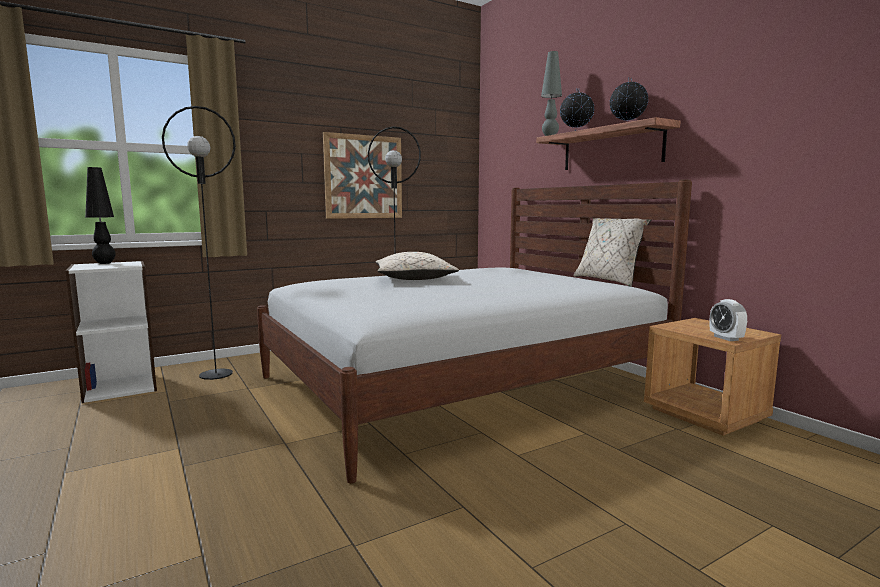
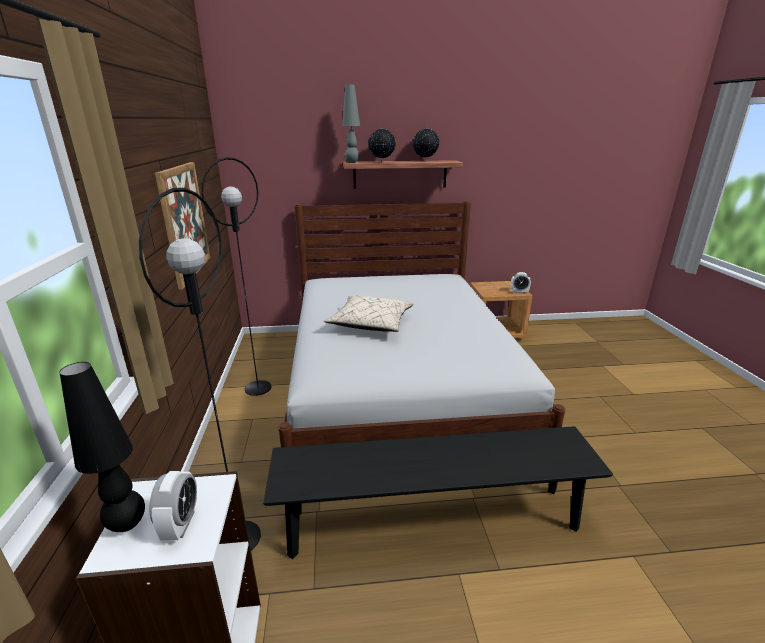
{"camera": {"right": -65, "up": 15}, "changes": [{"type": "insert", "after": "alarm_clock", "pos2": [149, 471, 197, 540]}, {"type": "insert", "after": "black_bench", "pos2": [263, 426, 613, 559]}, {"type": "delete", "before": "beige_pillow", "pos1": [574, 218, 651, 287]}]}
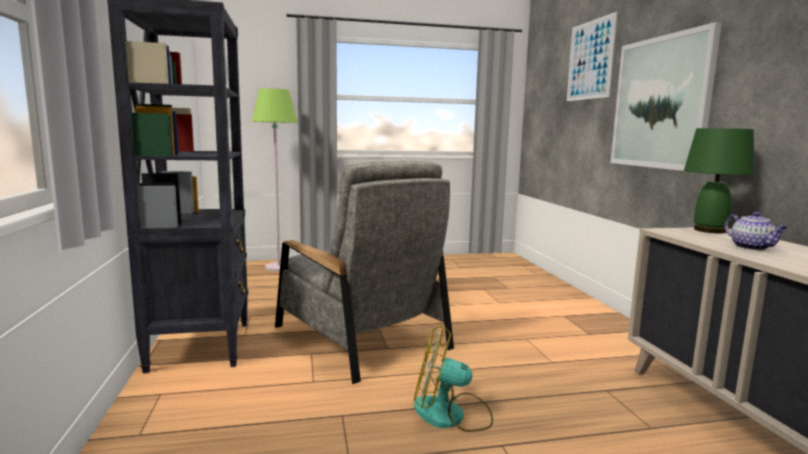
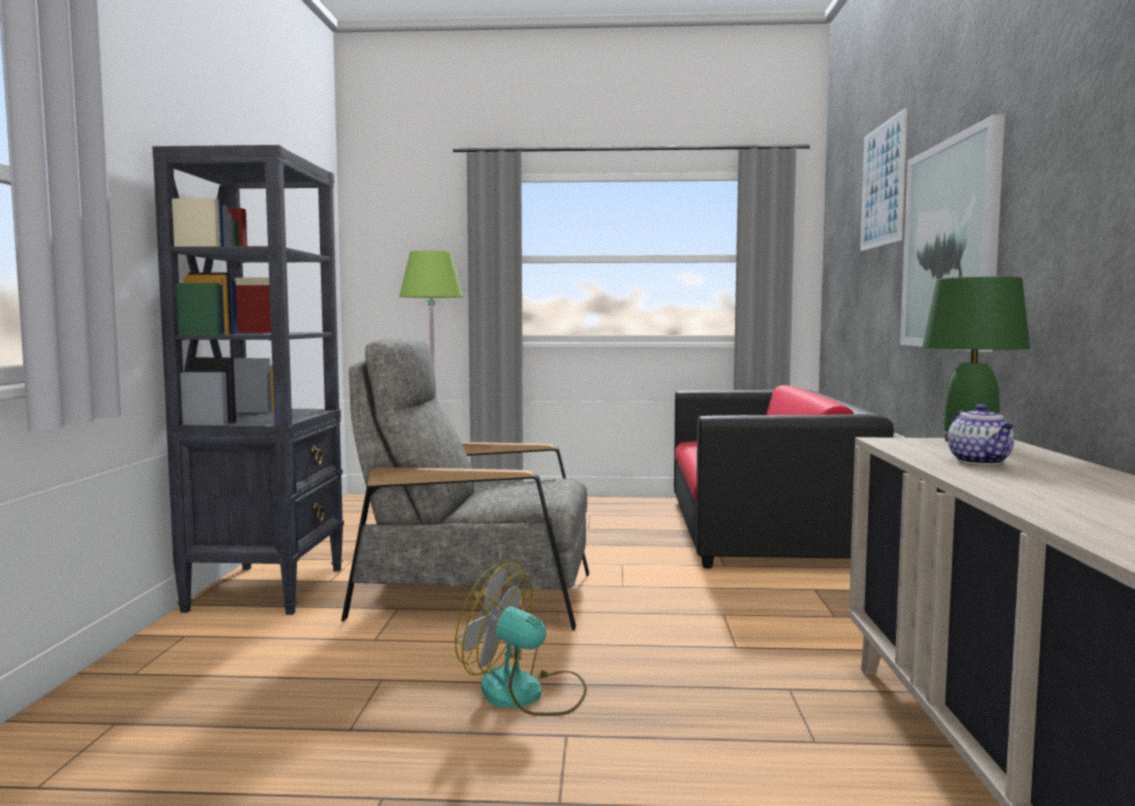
{"camera": {"right": 15, "up": -5}, "changes": [{"type": "rotate", "before": "grey_armchair", "pos1": [275, 161, 454, 384], "pos2": [341, 336, 589, 631], "turn": 120}, {"type": "insert", "after": "sofa", "pos2": [674, 385, 894, 568]}]}
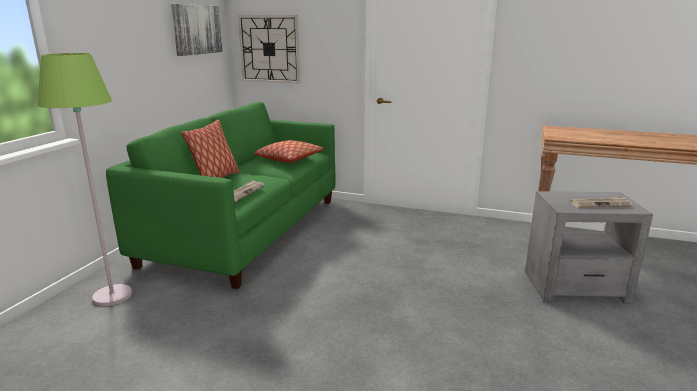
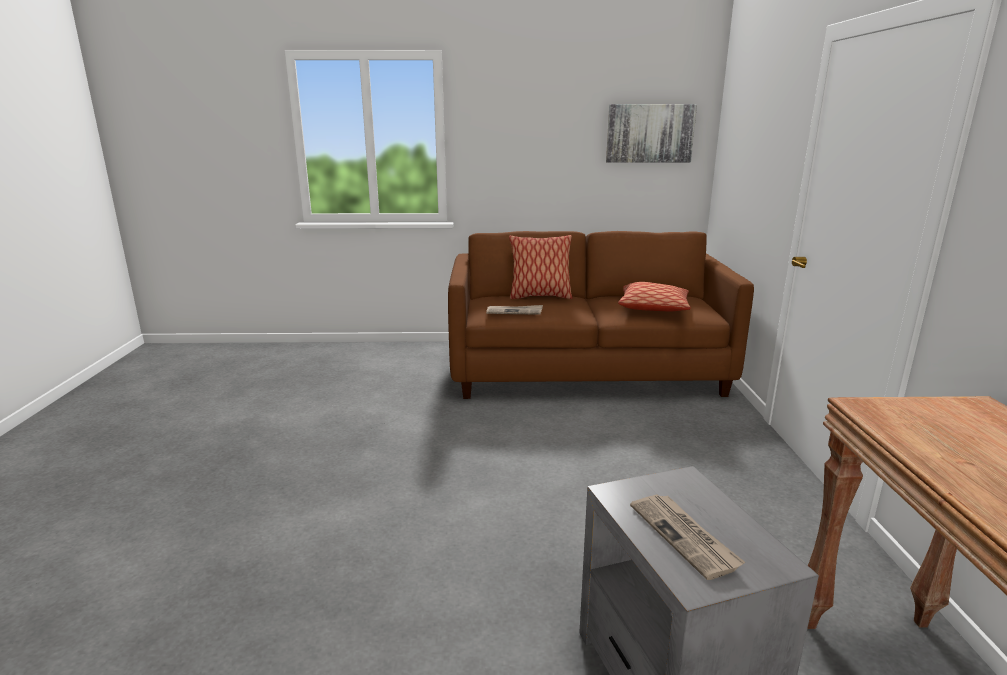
{"camera": {"right": 70, "up": 0}, "changes": [{"type": "recolor", "before": "green_sofa", "after": "brown_sofa", "pos1": [106, 102, 336, 289], "pos2": [448, 231, 754, 399]}, {"type": "delete", "before": "green_floor_lamp", "pos1": [37, 53, 132, 306]}, {"type": "delete", "before": "wall_clock", "pos1": [238, 15, 300, 83]}]}
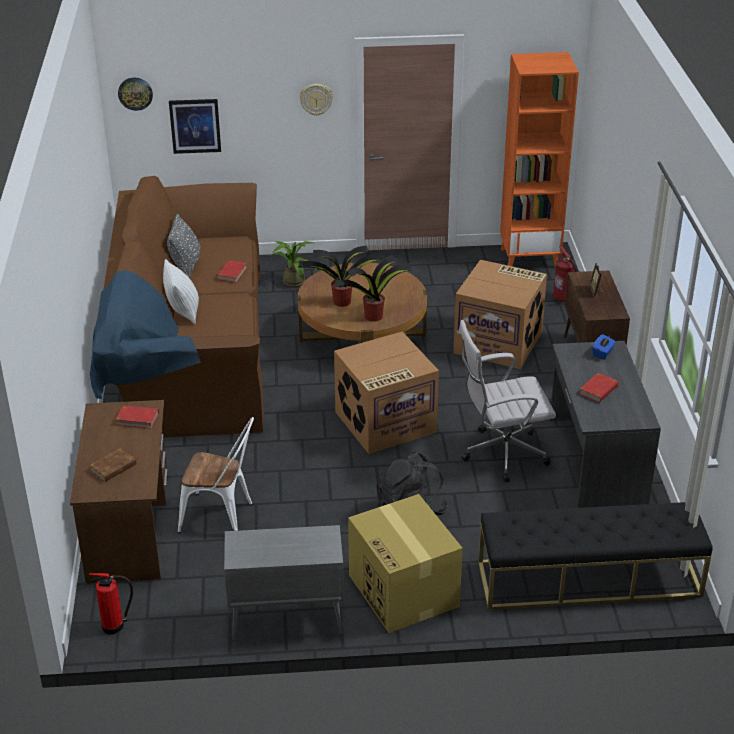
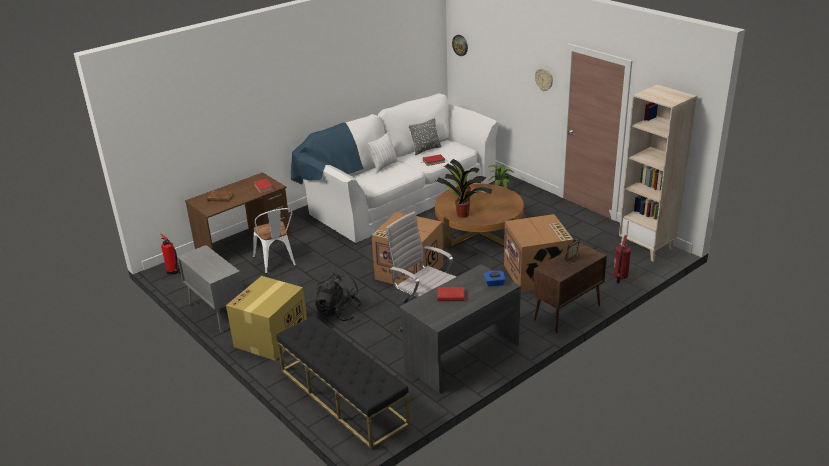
{"camera": {"right": 55, "up": -5}, "changes": [{"type": "recolor", "before": "brown_sofa", "after": "white_sofa", "pos1": [90, 176, 264, 437], "pos2": [291, 93, 499, 243]}, {"type": "recolor", "before": "orange_bookcase", "after": "beige_bookcase", "pos1": [500, 52, 579, 268], "pos2": [619, 85, 697, 262]}, {"type": "delete", "before": "picture", "pos1": [169, 99, 221, 154]}]}
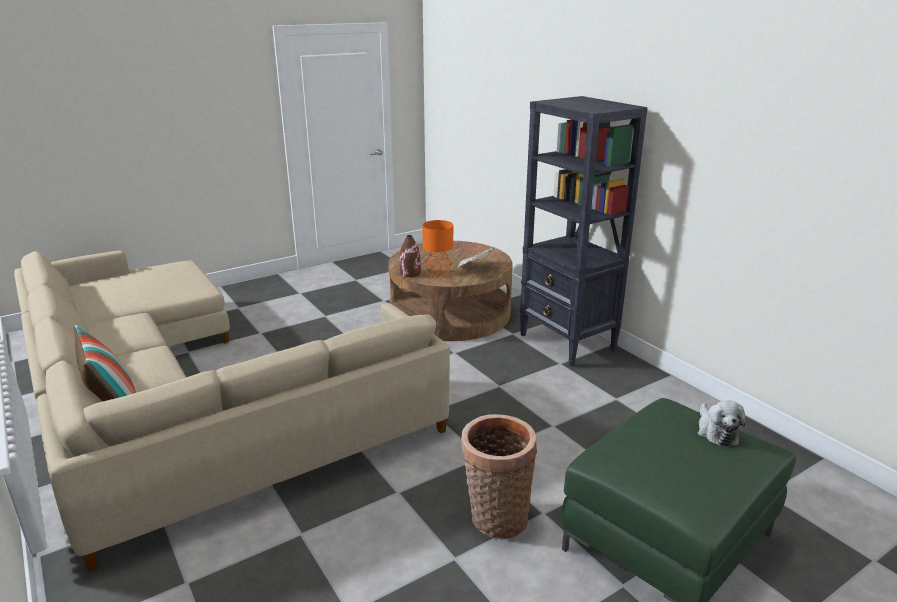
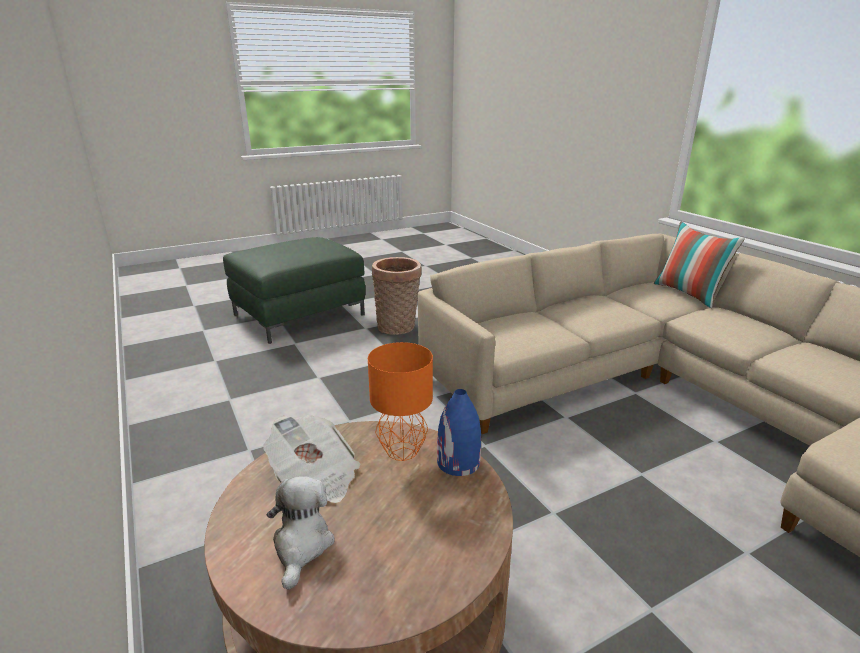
{"camera": {"right": -175, "up": 0}, "changes": [{"type": "move", "before": "plush_toy", "pos1": [698, 400, 746, 446], "pos2": [267, 476, 335, 590]}, {"type": "recolor", "before": "brown_vase", "after": "blue_vase", "pos1": [400, 235, 421, 277], "pos2": [437, 389, 481, 476]}, {"type": "delete", "before": "black_bookcase", "pos1": [520, 96, 648, 367]}]}
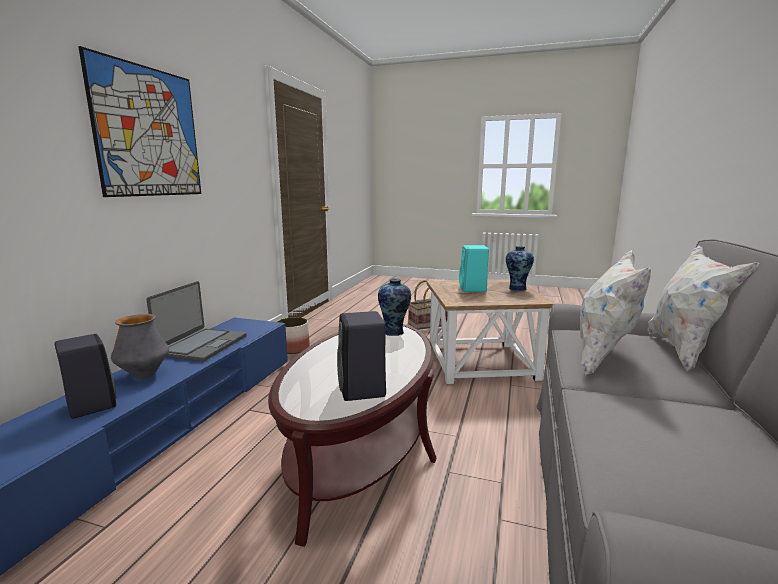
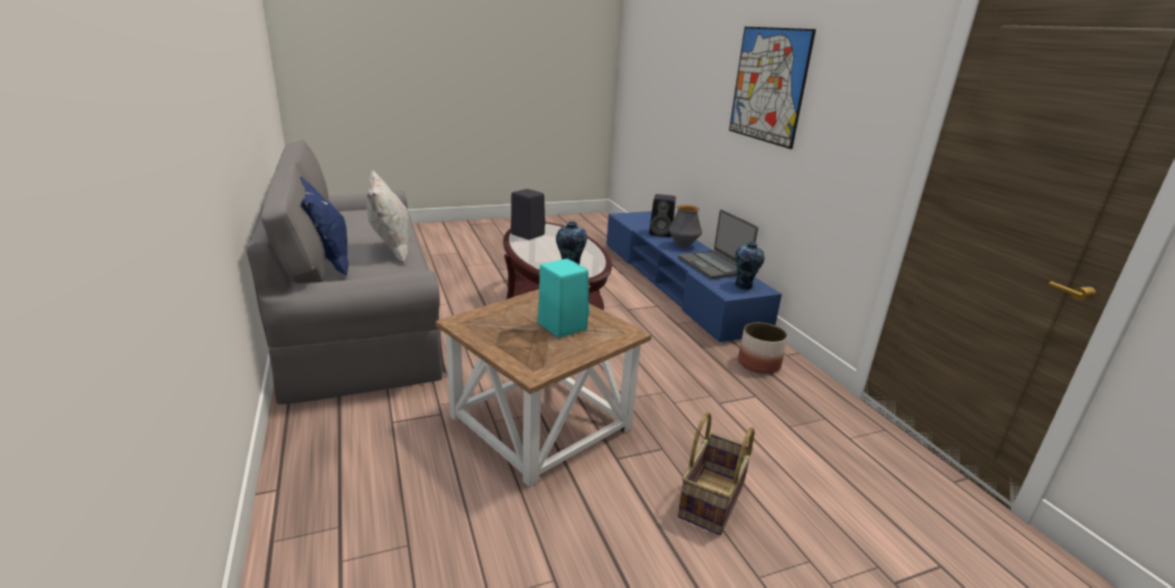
{"camera": {"right": 140, "up": 10}, "changes": [{"type": "recolor", "before": "white_pillow", "after": "blue_pillow", "pos1": [648, 245, 759, 371], "pos2": [300, 177, 349, 276]}, {"type": "move", "before": "vase", "pos1": [506, 246, 534, 291], "pos2": [734, 242, 764, 290]}]}
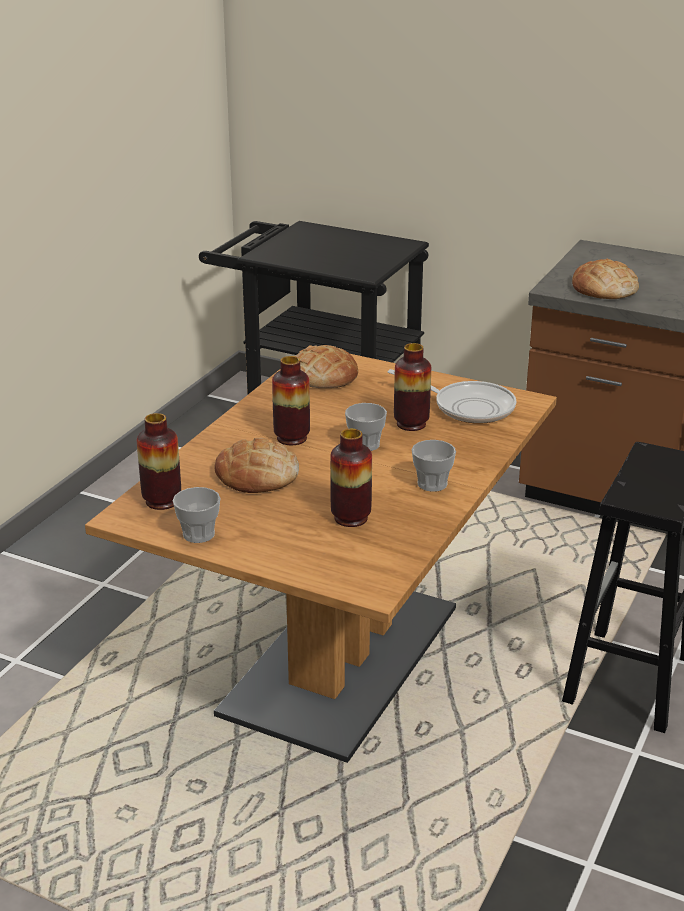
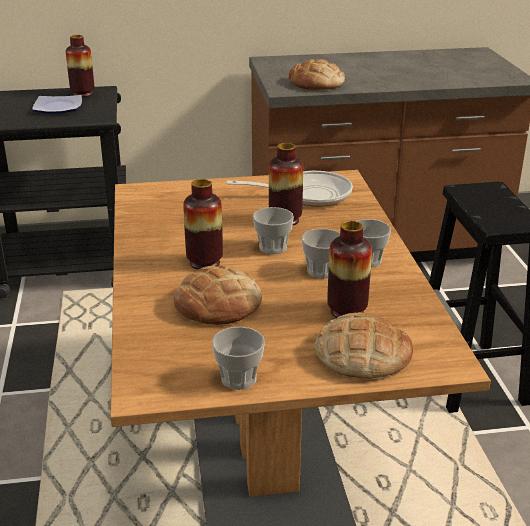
{"camera": {"right": -35, "up": 0}, "changes": [{"type": "insert", "after": "plate", "pos2": [32, 95, 82, 114]}, {"type": "move", "before": "vase", "pos1": [137, 413, 181, 510], "pos2": [66, 35, 95, 97]}, {"type": "insert", "after": "cup", "pos2": [302, 229, 340, 278]}, {"type": "move", "before": "bread", "pos1": [294, 345, 358, 388], "pos2": [315, 312, 413, 378]}]}
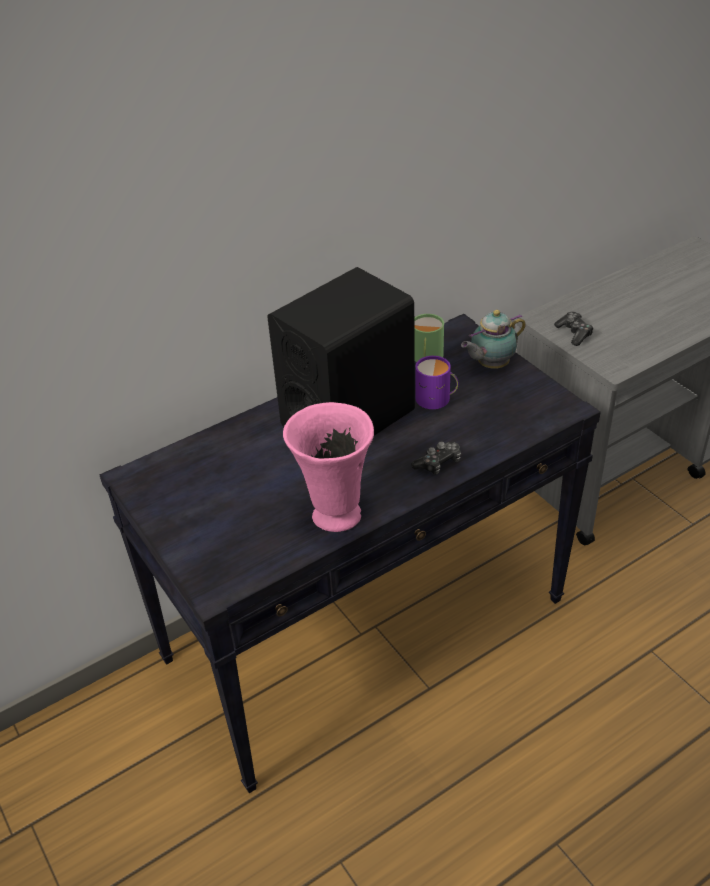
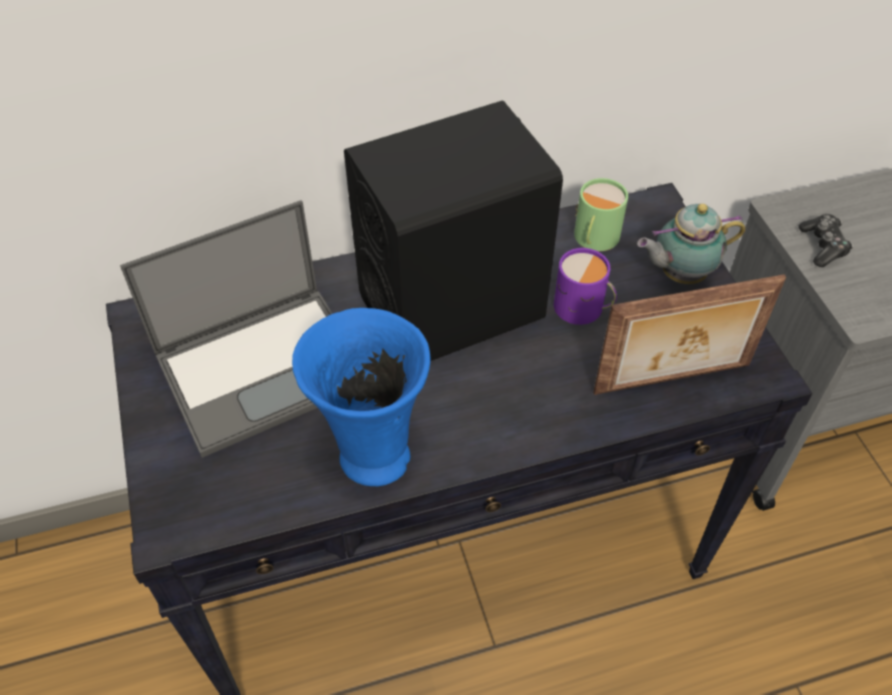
{"camera": {"right": 15, "up": 10}, "changes": [{"type": "insert", "after": "laptop", "pos2": [120, 200, 333, 458]}, {"type": "recolor", "before": "pink_vase", "after": "blue_vase", "pos1": [283, 402, 374, 532], "pos2": [292, 308, 430, 486]}, {"type": "insert", "after": "picture_frame", "pos2": [593, 274, 786, 395]}, {"type": "delete", "before": "game_controller", "pos1": [411, 442, 461, 475]}]}
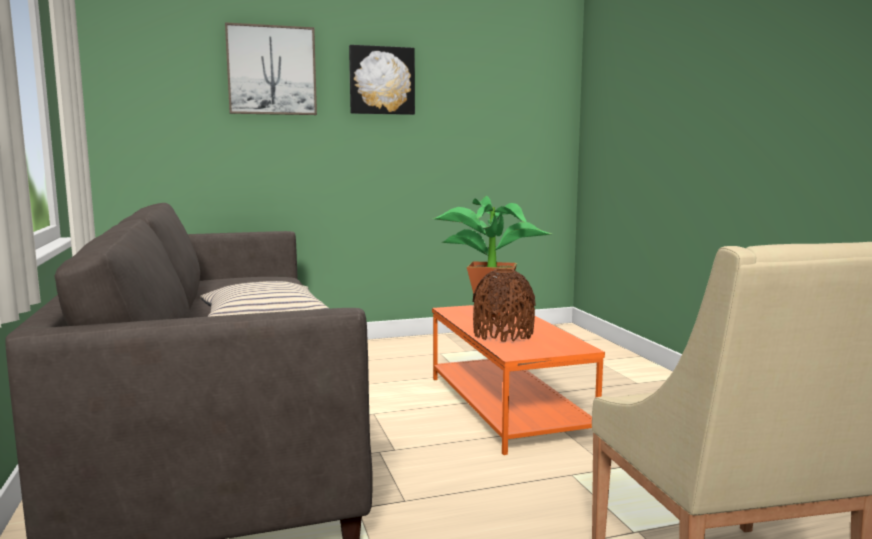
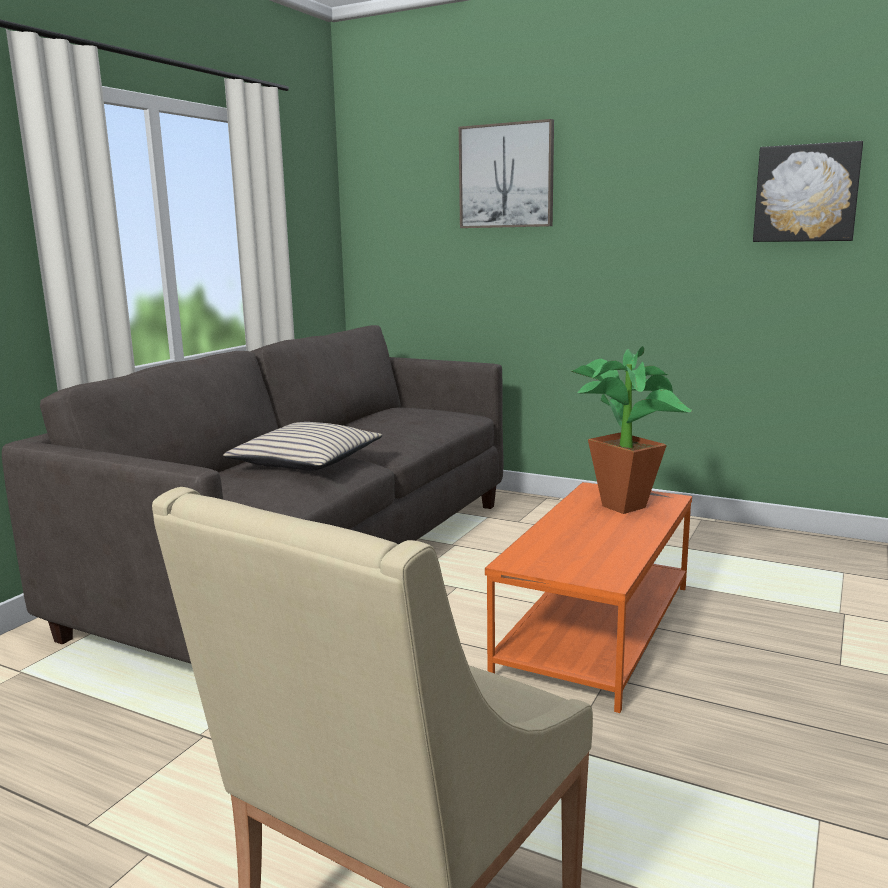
{"camera": {"right": 45, "up": 5}, "changes": [{"type": "move", "before": "picture", "pos1": [349, 45, 415, 115], "pos2": [753, 141, 863, 242]}, {"type": "delete", "before": "brown_vase", "pos1": [473, 268, 536, 342]}]}
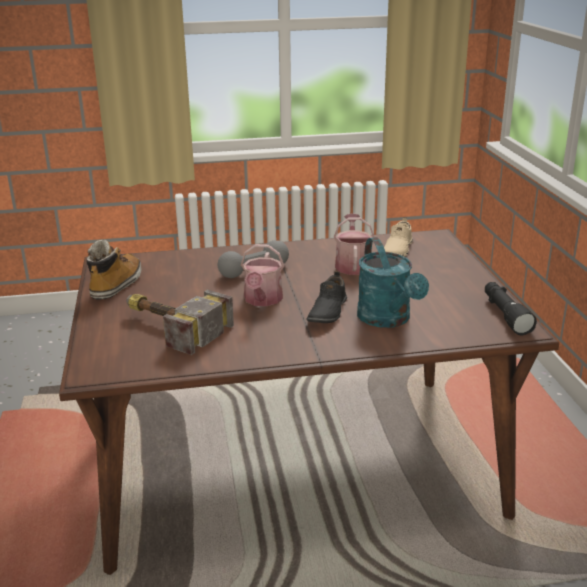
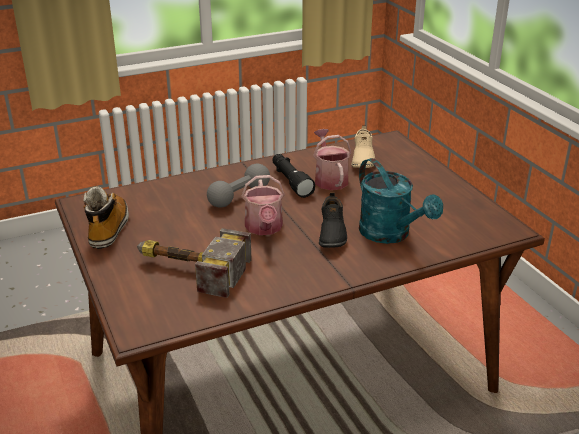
{"camera": {"right": -15, "up": 5}, "changes": [{"type": "move", "before": "black_flashlight", "pos1": [485, 282, 537, 336], "pos2": [272, 154, 315, 198]}]}
